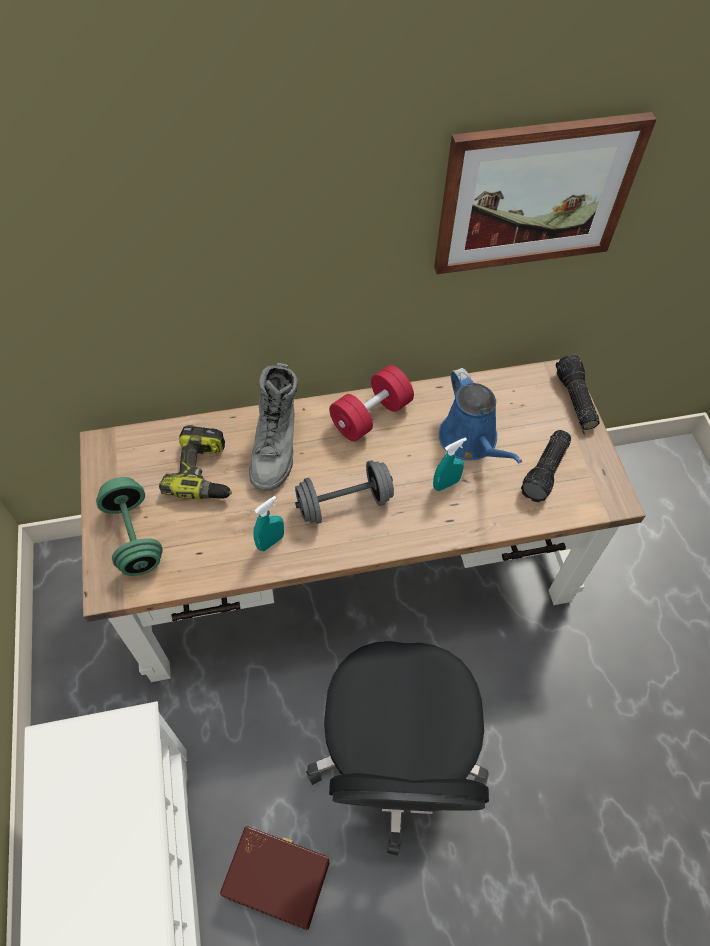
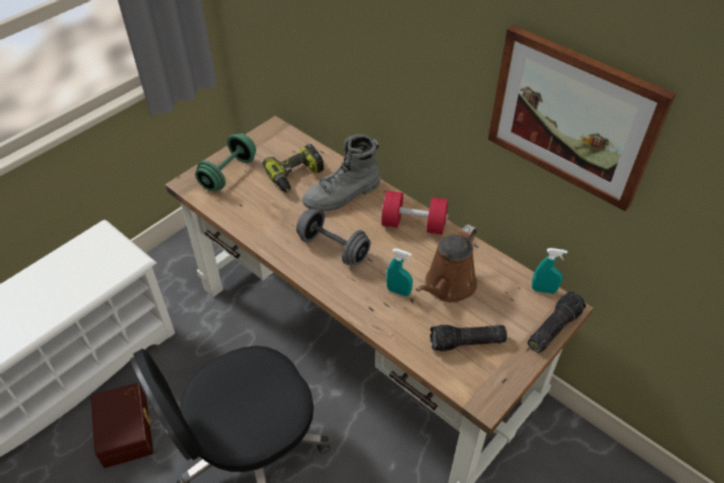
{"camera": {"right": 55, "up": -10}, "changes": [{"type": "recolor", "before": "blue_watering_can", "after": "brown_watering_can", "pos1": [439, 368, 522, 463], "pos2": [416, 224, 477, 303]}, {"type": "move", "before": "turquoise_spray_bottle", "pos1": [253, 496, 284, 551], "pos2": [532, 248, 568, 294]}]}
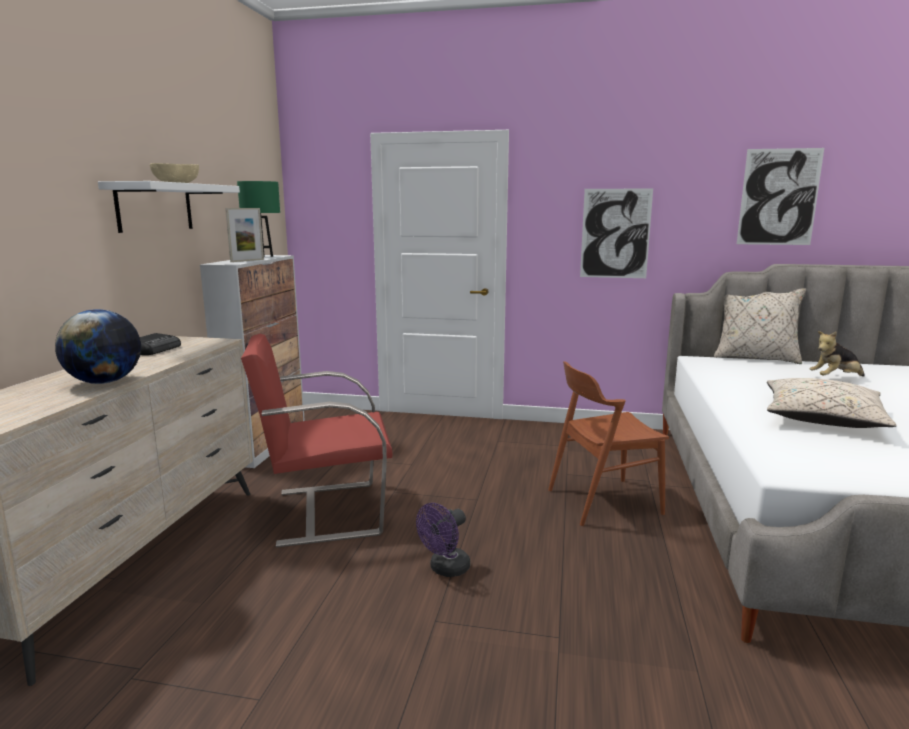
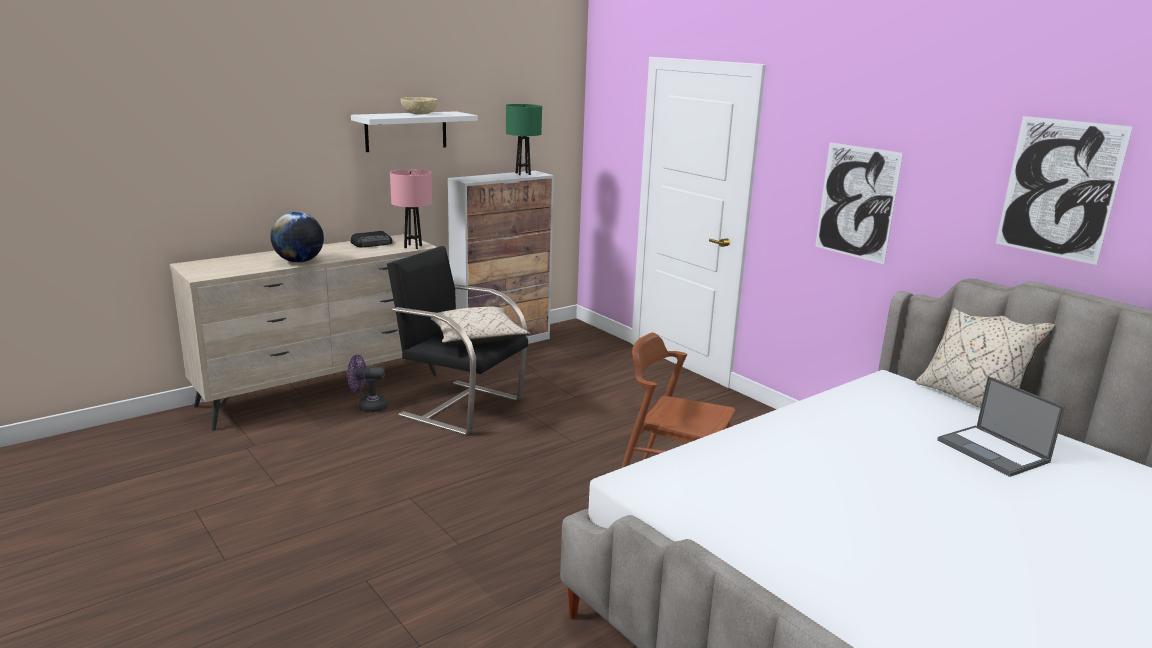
{"camera": {"right": 40, "up": 5}, "changes": [{"type": "move", "before": "purple_fan", "pos1": [416, 503, 470, 577], "pos2": [347, 355, 388, 413]}, {"type": "recolor", "before": "red_armchair", "after": "black_armchair", "pos1": [241, 334, 393, 547], "pos2": [387, 246, 528, 435]}, {"type": "insert", "after": "pink_table_lamp", "pos2": [390, 169, 432, 249]}, {"type": "move", "before": "beige_pillow", "pos1": [767, 378, 897, 428], "pos2": [431, 306, 530, 345]}, {"type": "replace", "before": "plush_toy", "after": "laptop", "pos1": [810, 331, 865, 376], "pos2": [937, 376, 1065, 477]}, {"type": "delete", "before": "picture_frame", "pos1": [225, 208, 264, 262]}]}
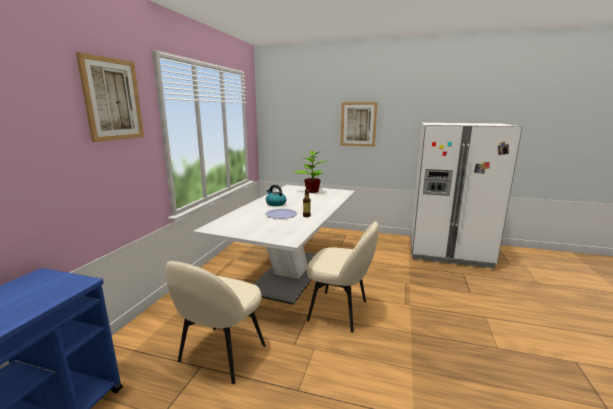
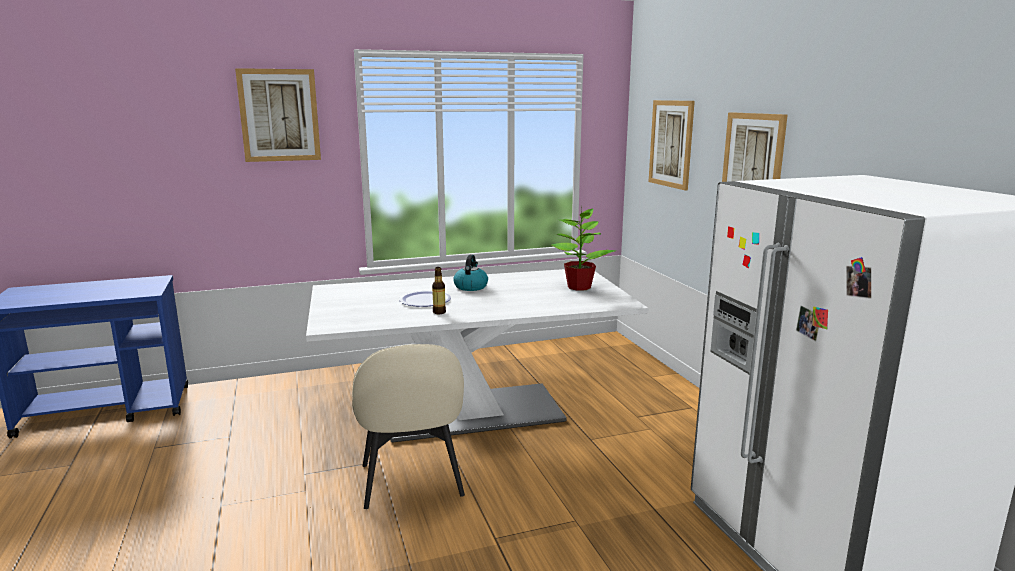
{"camera": {"right": 55, "up": 0}, "changes": [{"type": "insert", "after": "picture", "pos2": [649, 100, 695, 191]}, {"type": "delete", "before": "beige_chair", "pos1": [165, 261, 266, 384]}]}
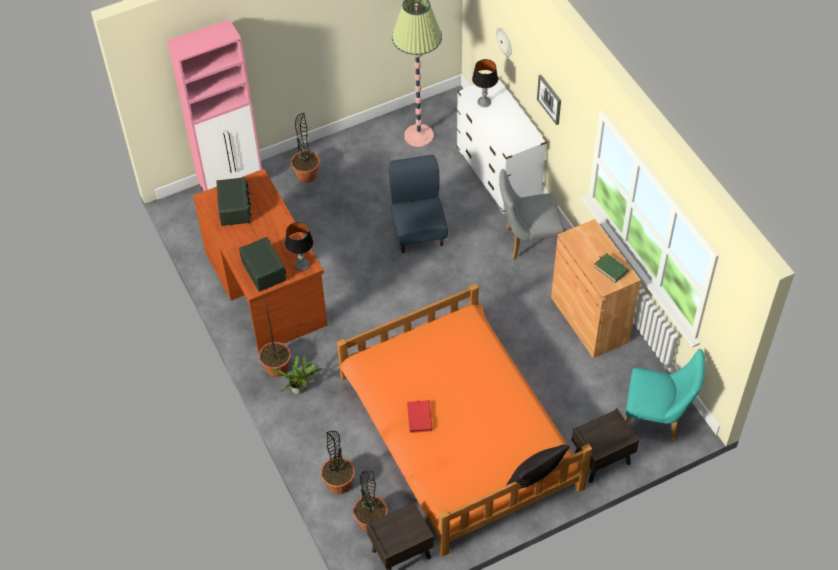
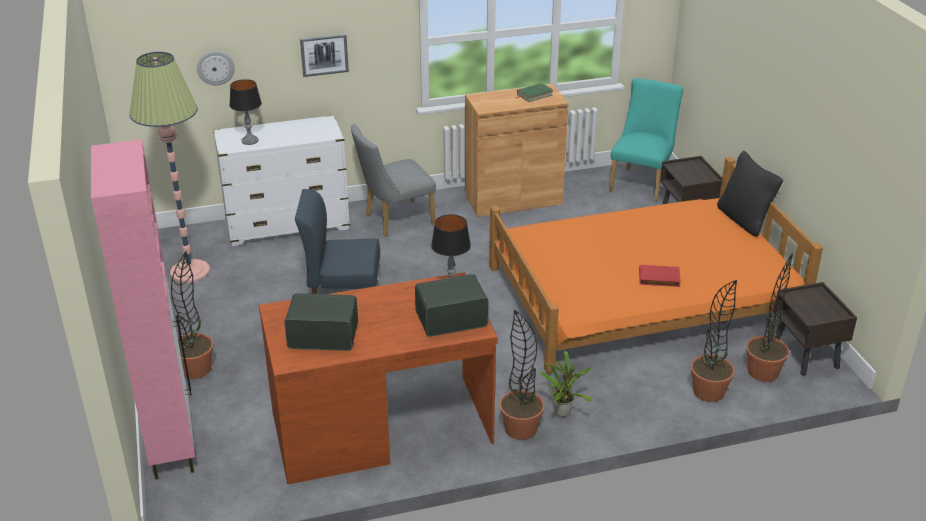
{"camera": {"right": -80, "up": -20}, "changes": [{"type": "rotate", "before": "grey_chair", "pos1": [499, 169, 564, 259], "pos2": [351, 124, 436, 236], "turn": 60}]}
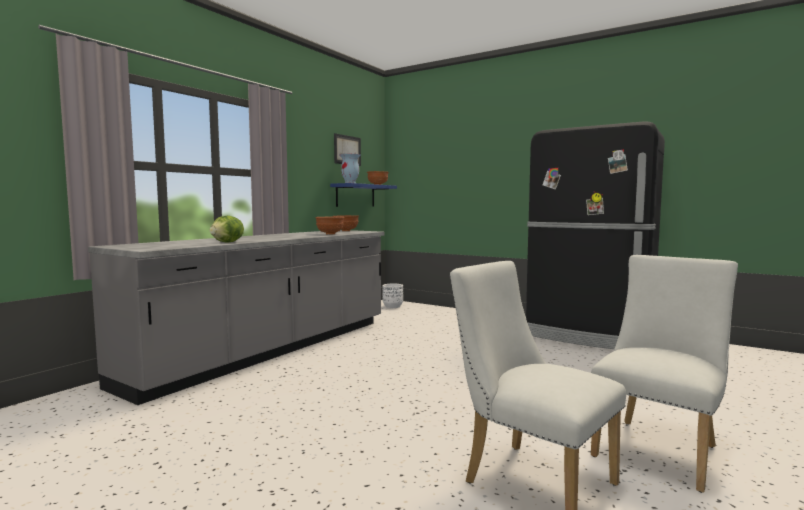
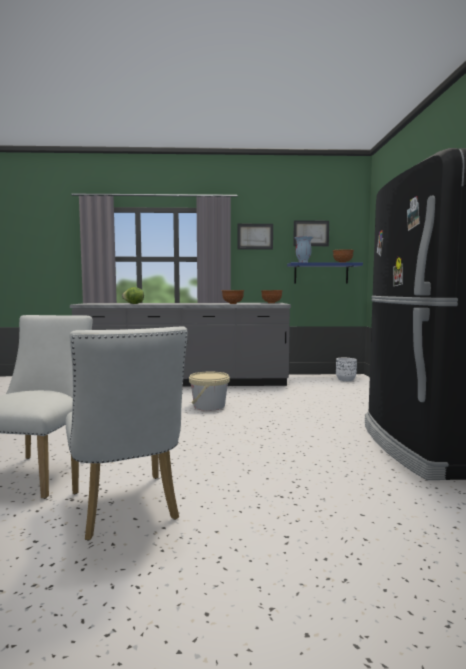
{"camera": {"right": 55, "up": 0}, "changes": [{"type": "rotate", "before": "white_chair", "pos1": [591, 255, 738, 493], "pos2": [65, 326, 187, 541], "turn": 60}, {"type": "insert", "after": "beige_bucket", "pos2": [189, 371, 230, 411]}, {"type": "insert", "after": "picture", "pos2": [238, 224, 273, 250]}]}
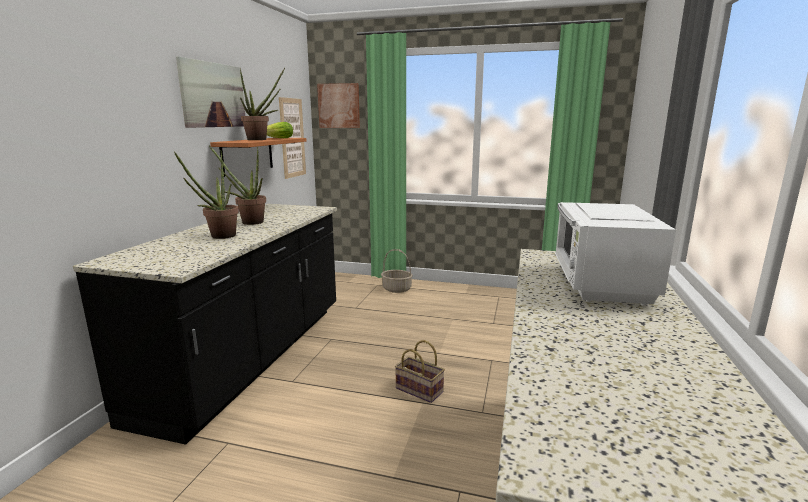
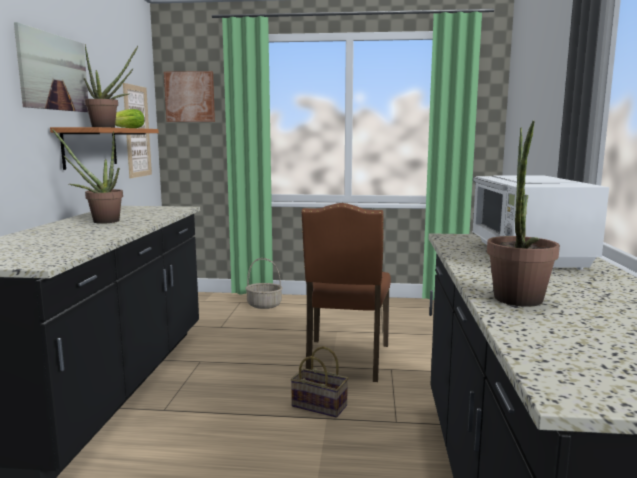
{"camera": {"right": -10, "up": -5}, "changes": [{"type": "insert", "after": "brown_chair", "pos2": [301, 203, 391, 382]}, {"type": "move", "before": "potted_plant", "pos1": [174, 150, 239, 239], "pos2": [487, 120, 560, 307]}]}
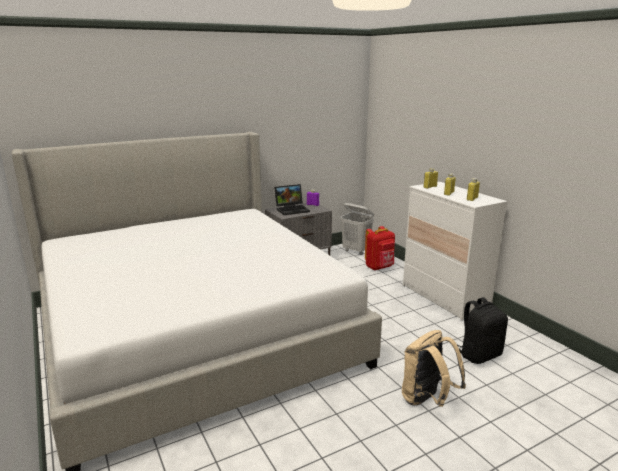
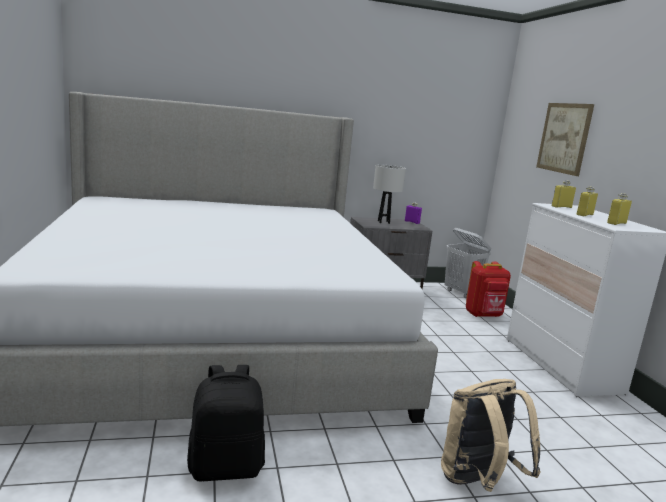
{"camera": {"right": 15, "up": -5}, "changes": [{"type": "move", "before": "black_backpack", "pos1": [457, 297, 508, 364], "pos2": [187, 365, 265, 481]}, {"type": "replace", "before": "laptop", "after": "white_table_lamp", "pos1": [274, 184, 310, 215], "pos2": [373, 165, 406, 224]}, {"type": "insert", "after": "picture", "pos2": [536, 103, 594, 176]}]}
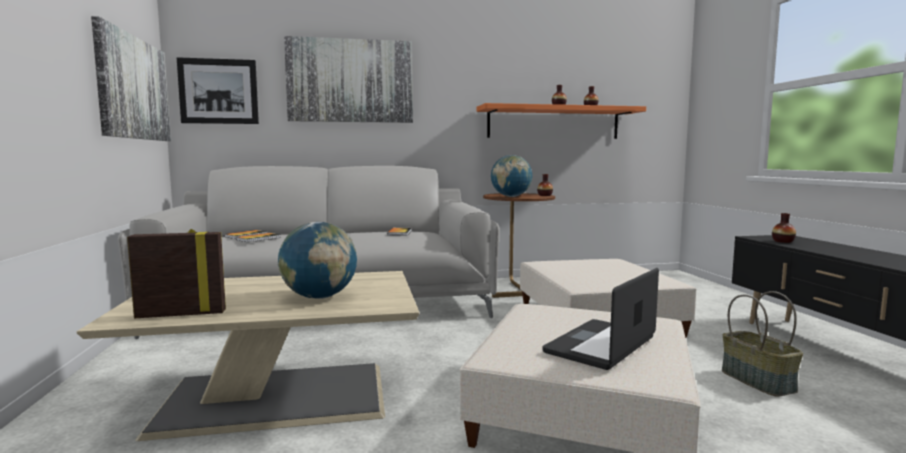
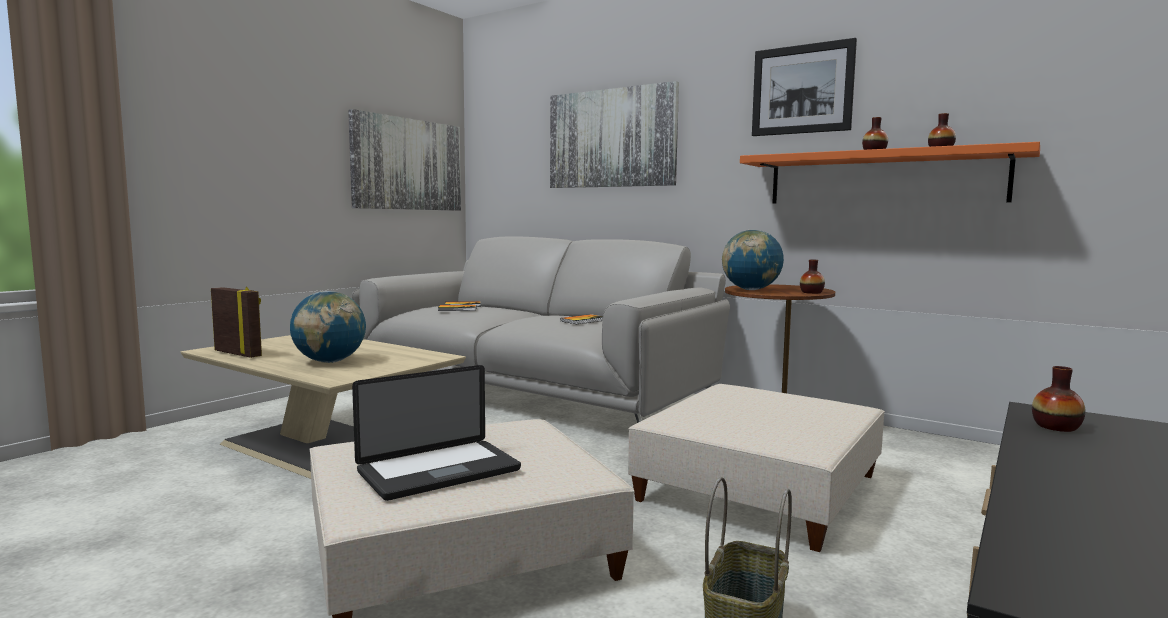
{"camera": {"right": 45, "up": 0}, "changes": [{"type": "rotate", "before": "laptop", "pos1": [543, 268, 659, 370], "pos2": [352, 365, 521, 501], "turn": 150}, {"type": "move", "before": "picture", "pos1": [177, 57, 259, 124], "pos2": [752, 38, 857, 136]}]}
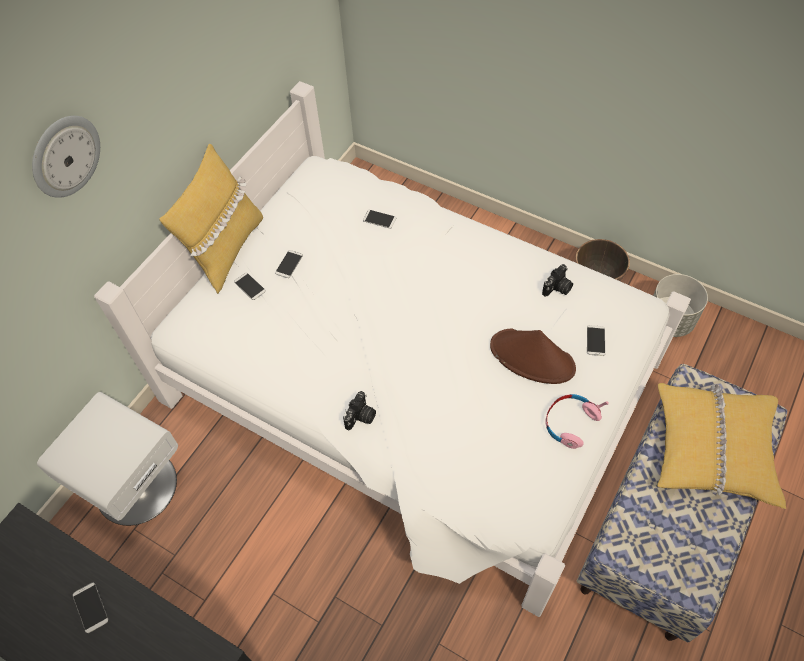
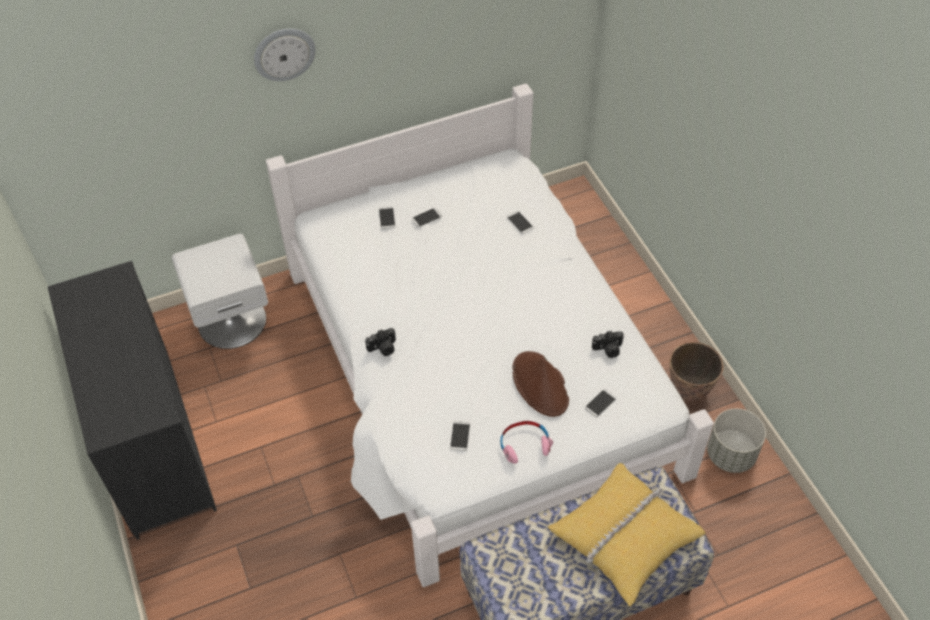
{"camera": {"right": 35, "up": -5}, "changes": [{"type": "move", "before": "phone", "pos1": [73, 583, 108, 633], "pos2": [450, 421, 470, 451]}, {"type": "delete", "before": "yellow_pillow", "pos1": [159, 143, 263, 294]}]}
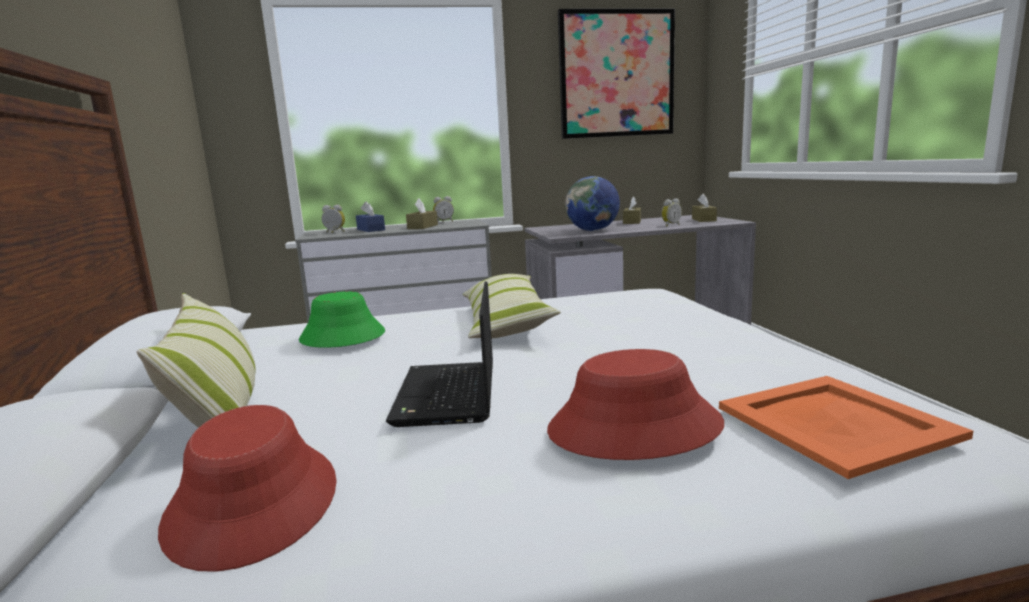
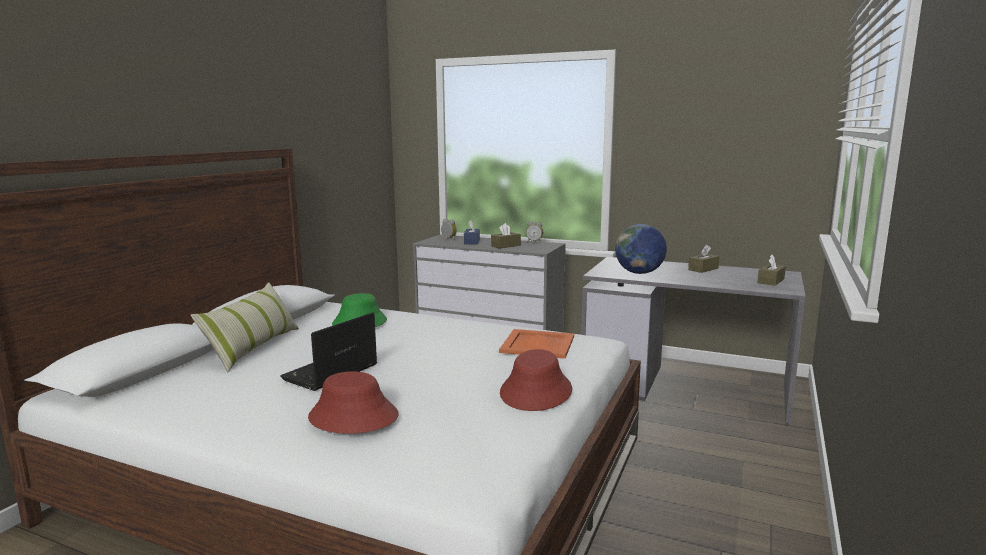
{"camera": {"right": 35, "up": 0}, "changes": [{"type": "move", "before": "orange_tray", "pos1": [719, 376, 973, 479], "pos2": [499, 329, 574, 359]}, {"type": "move", "before": "red_hat", "pos1": [158, 405, 336, 572], "pos2": [500, 349, 572, 411]}, {"type": "delete", "before": "pillow", "pos1": [463, 274, 561, 338]}, {"type": "delete", "before": "picture", "pos1": [558, 9, 675, 139]}, {"type": "delete", "before": "alarm_clock", "pos1": [661, 199, 682, 226]}]}
